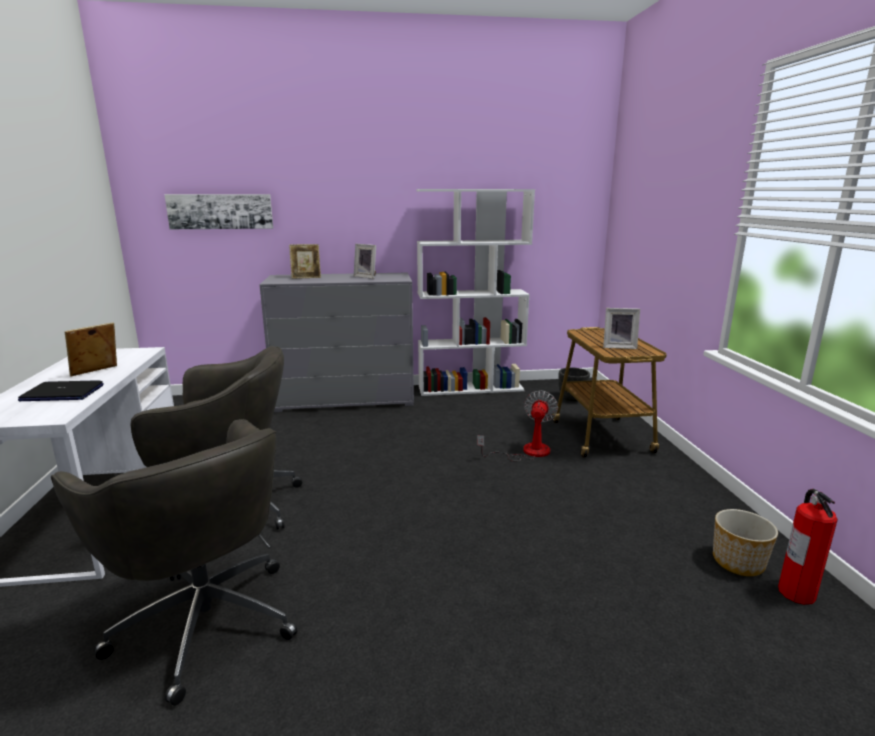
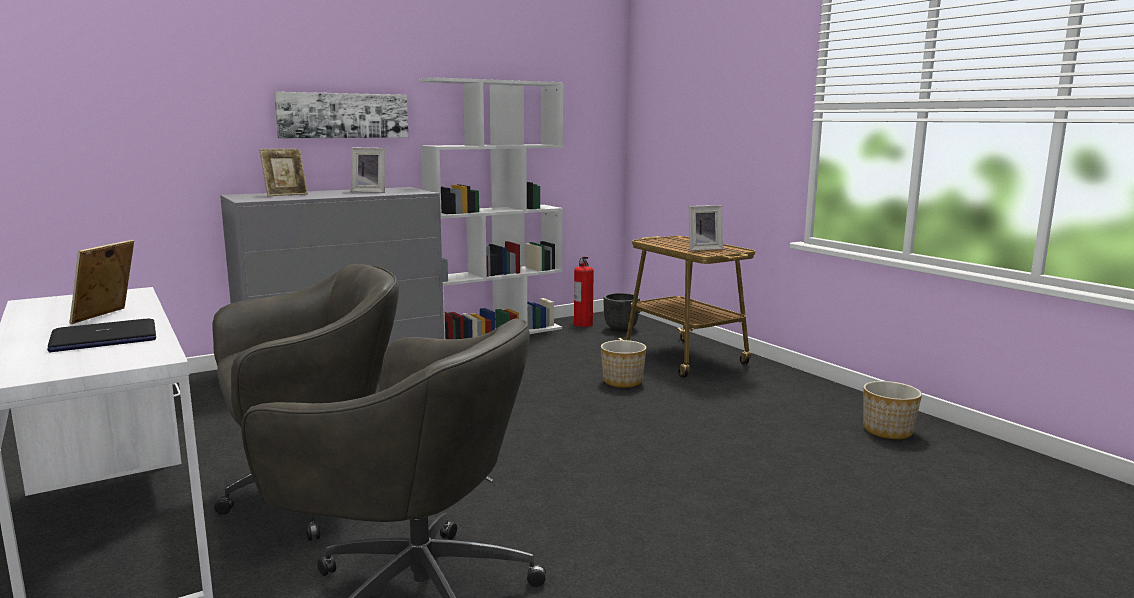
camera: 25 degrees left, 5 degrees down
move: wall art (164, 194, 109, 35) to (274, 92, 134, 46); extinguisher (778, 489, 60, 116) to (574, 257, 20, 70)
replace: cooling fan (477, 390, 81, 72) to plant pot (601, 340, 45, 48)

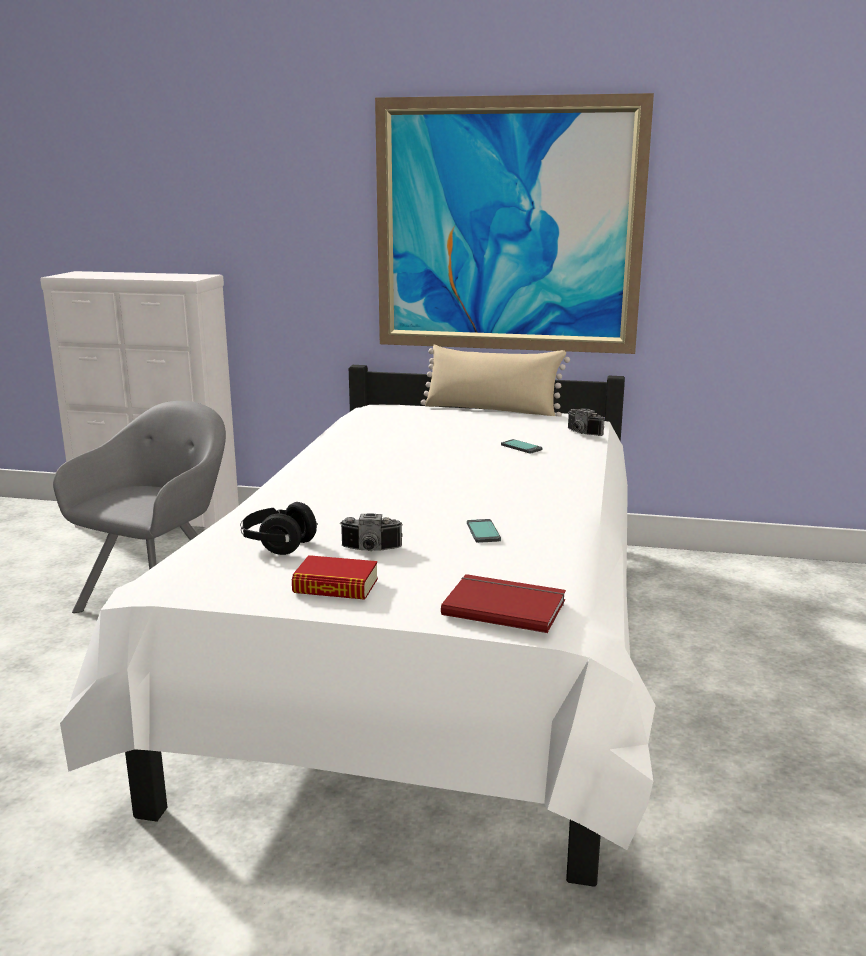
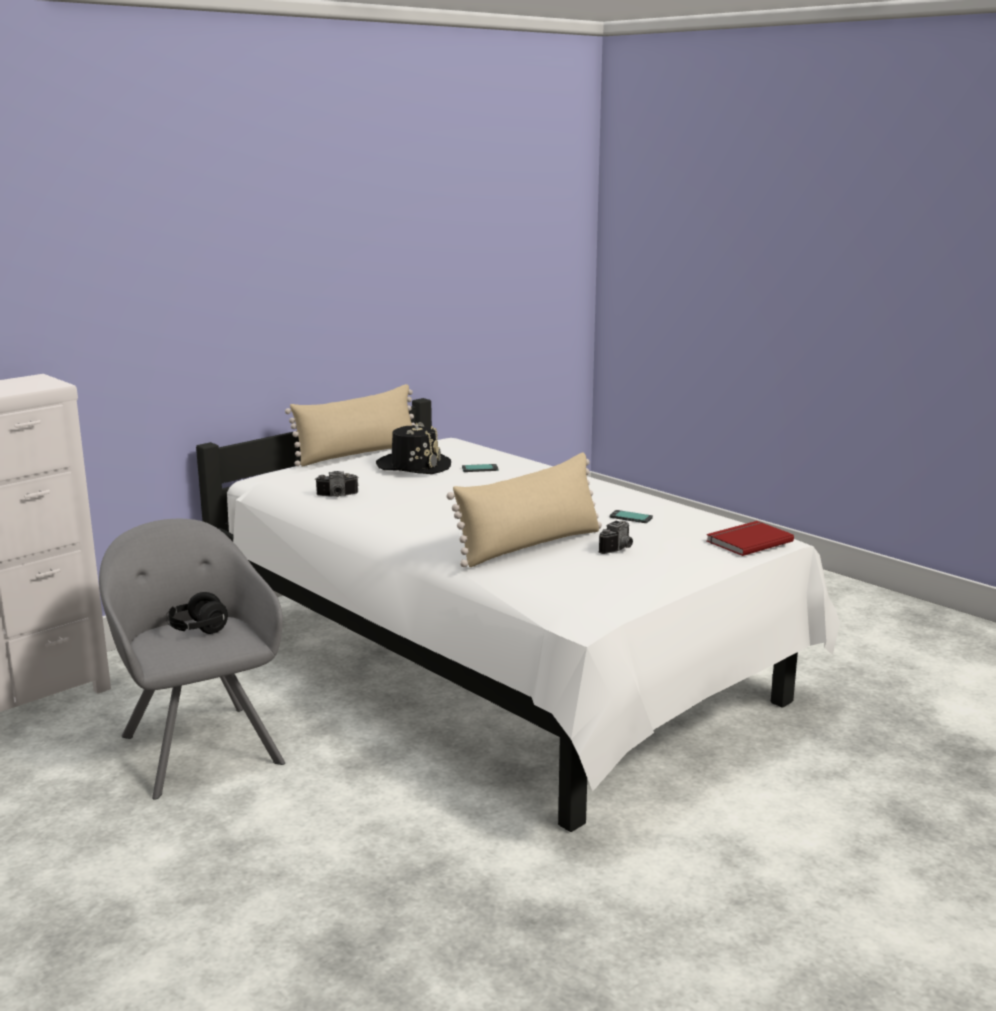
camera: 55 degrees left, 0 degrees up
delete: book (292, 555, 86, 45); wall art (375, 93, 279, 261)
insert: hat (blackish) (376, 422, 75, 52); cushion (sand-coloured) (447, 453, 155, 114)
move: pair of headphones (blackish) (240, 502, 78, 53) to (166, 592, 62, 42); still camera (568, 408, 37, 28) to (315, 471, 43, 26)

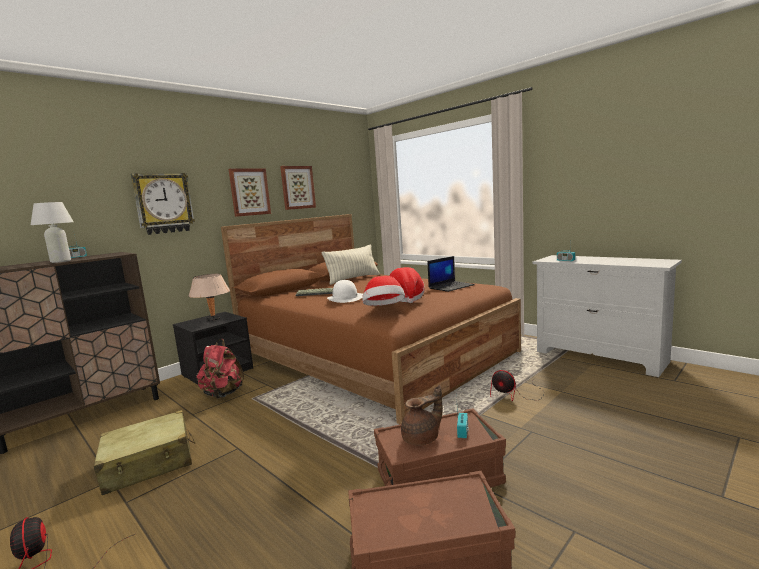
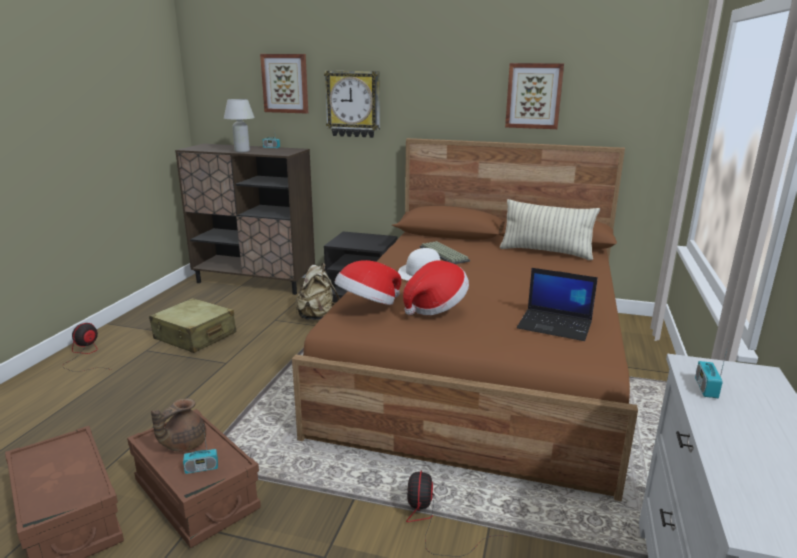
camera: 60 degrees right, 10 degrees up
delete: lamp for a table (sand-coloured) (188, 274, 42, 47)
move: wall art (229, 169, 42, 48) to (260, 54, 48, 60)
recolor: backpack (reddish) (196, 339, 48, 60) to backpack (sand-coloured) (296, 263, 44, 57)
rotate: tea pot (brownish) (401, 385, 42, 60) = (151, 398, 55, 54) 90 degrees clockwise

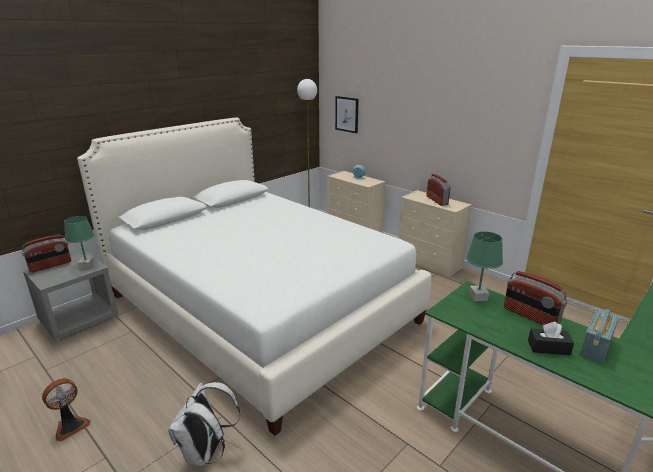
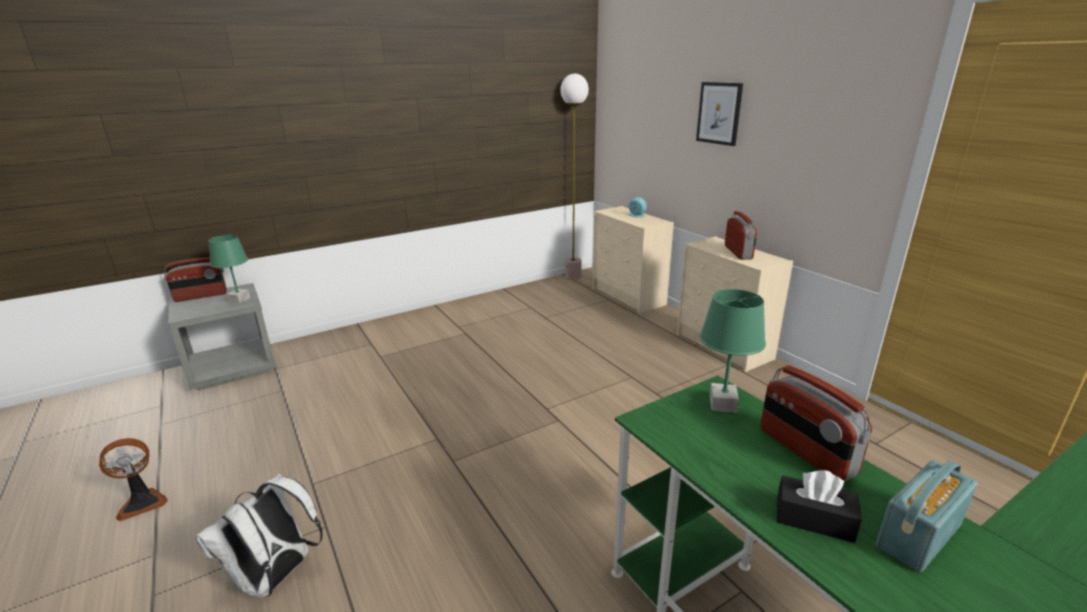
camera: 15 degrees right, 0 degrees up
delete: bed (white-coloured) (77, 118, 355, 318)
move: wall art (335, 96, 24, 37) to (696, 82, 47, 64)

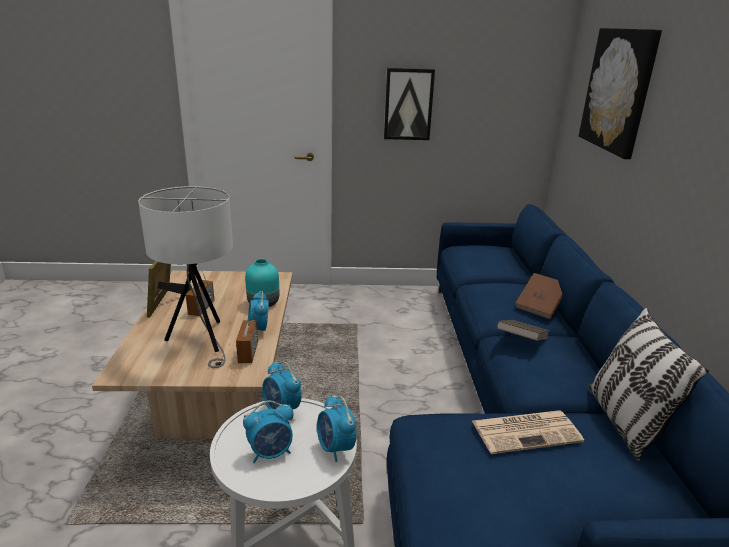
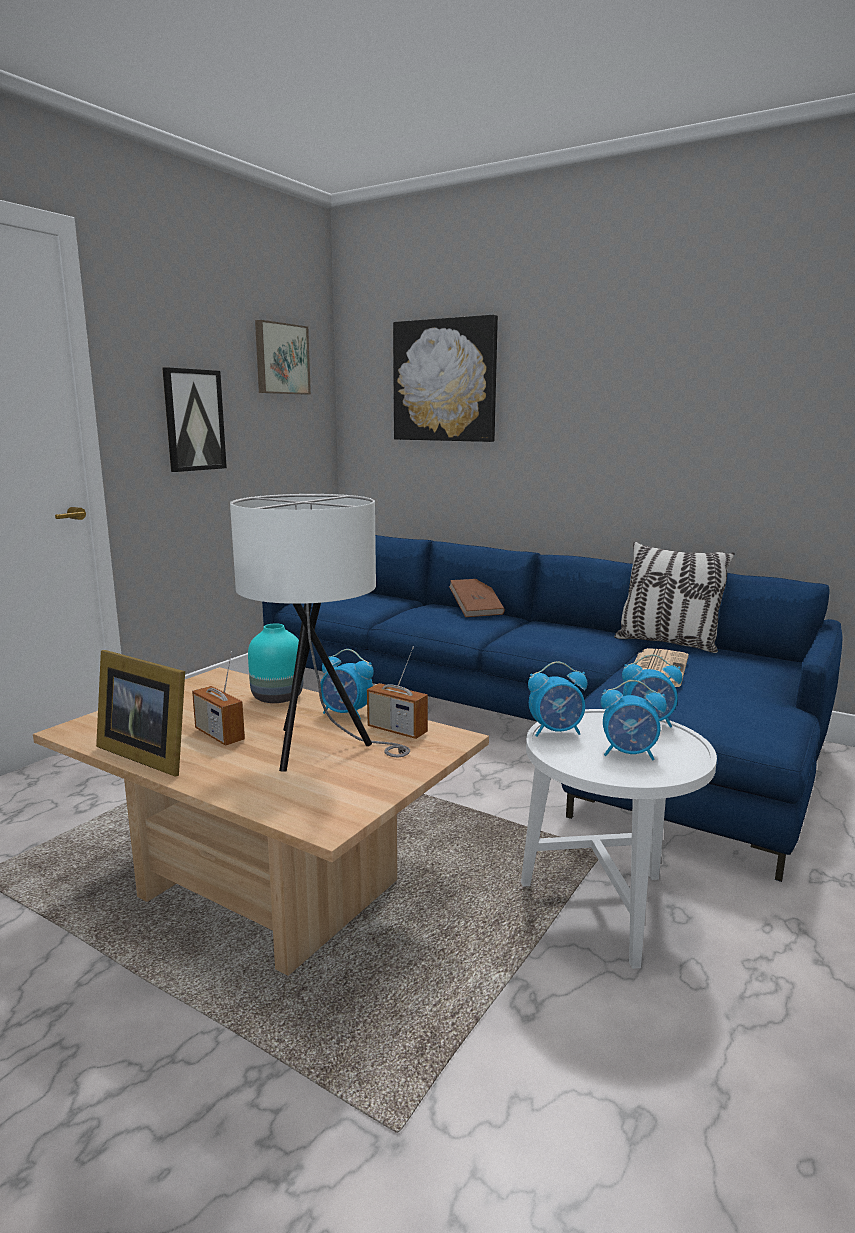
camera: 55 degrees left, 10 degrees down
delete: book (brownish) (497, 320, 52, 21)
insert: wall art (255, 320, 56, 74)
rotate: table clock (243, 401, 51, 62) = (601, 680, 66, 80) 90 degrees clockwise

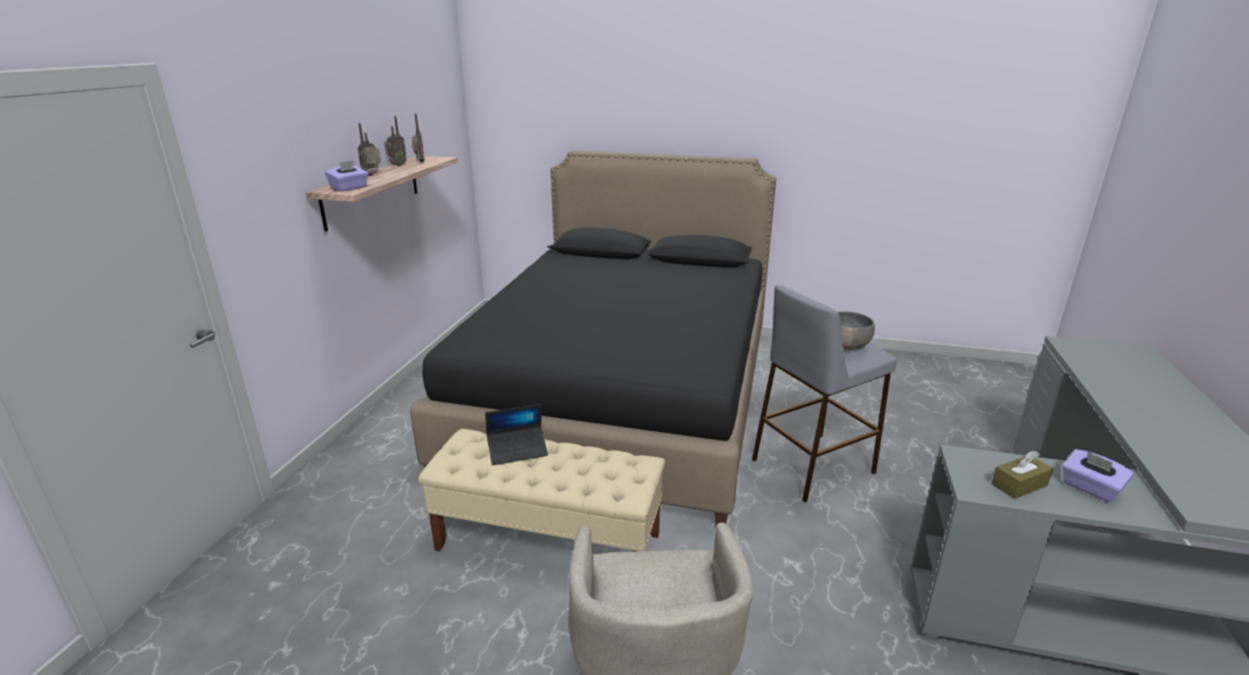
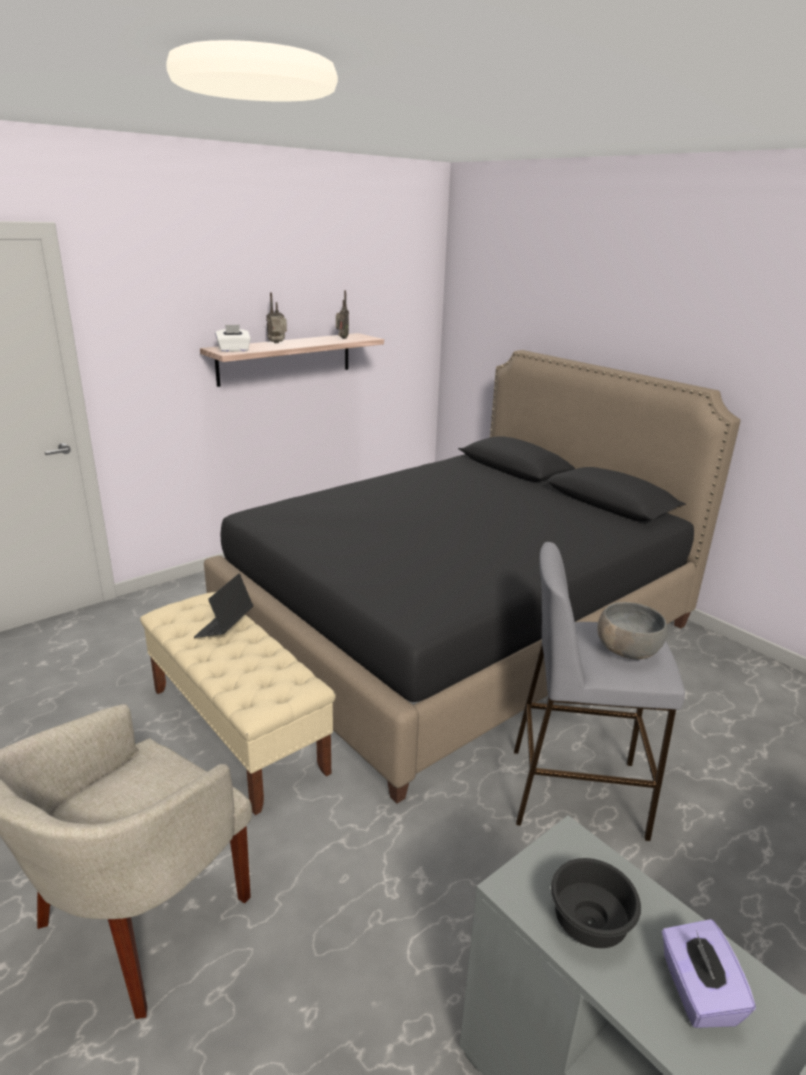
camera: 35 degrees right, 0 degrees up
delete: radio receiver (384, 116, 23, 50)
replace: tissue holder (brownish) (991, 451, 62, 48) to bowl (blackish) (551, 858, 90, 90)
recolor: tissue holder (purple-coloured) (325, 160, 43, 32) to tissue holder (white-coloured) (215, 325, 36, 27)
rotate: notebook computer (485, 404, 63, 61) = (194, 574, 59, 64) 90 degrees clockwise

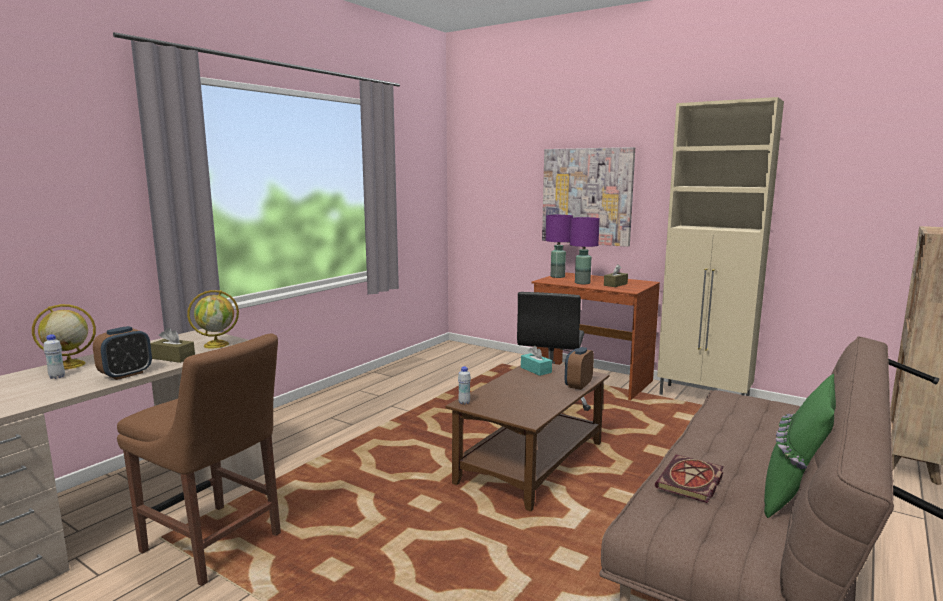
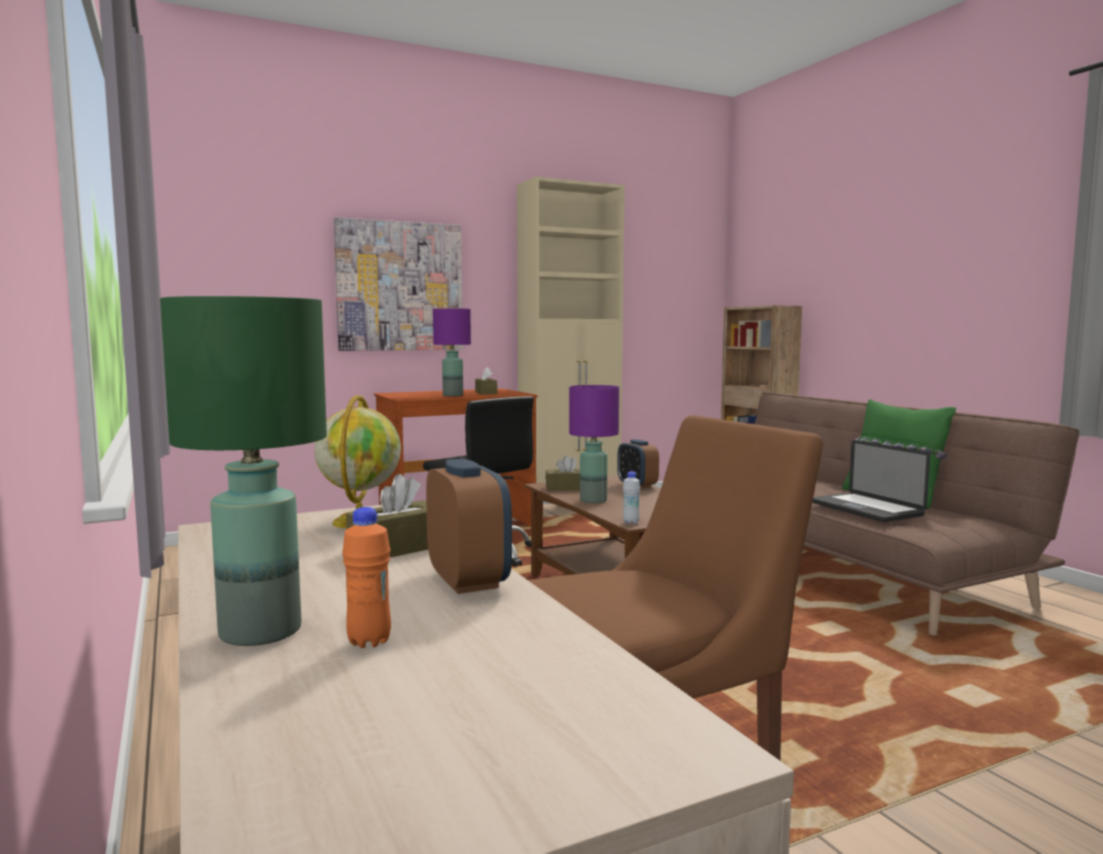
camera: 60 degrees left, 5 degrees down
move: lamp for a table (purple-coloured) (546, 215, 27, 63) to (569, 385, 50, 118)
replace: globe (32, 304, 64, 65) to lamp for a table (green-coloured) (160, 296, 167, 350); book (655, 454, 69, 49) to notebook computer (812, 440, 118, 82)
recolor: bottle (white-coloured) (44, 334, 21, 45) to bottle (orange-coloured) (342, 507, 49, 141); tissue holder (blue-green) (521, 346, 31, 30) to tissue holder (brownish) (546, 455, 34, 36)

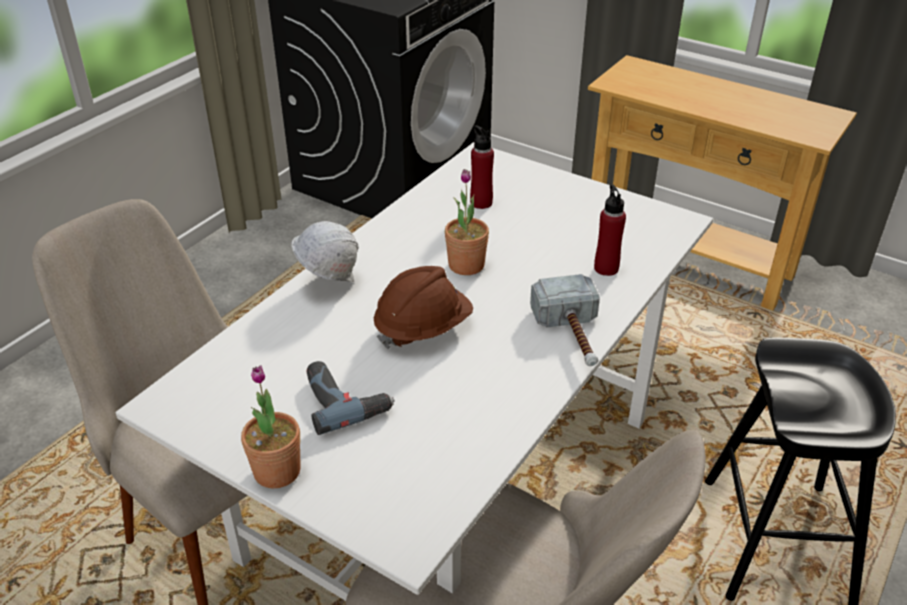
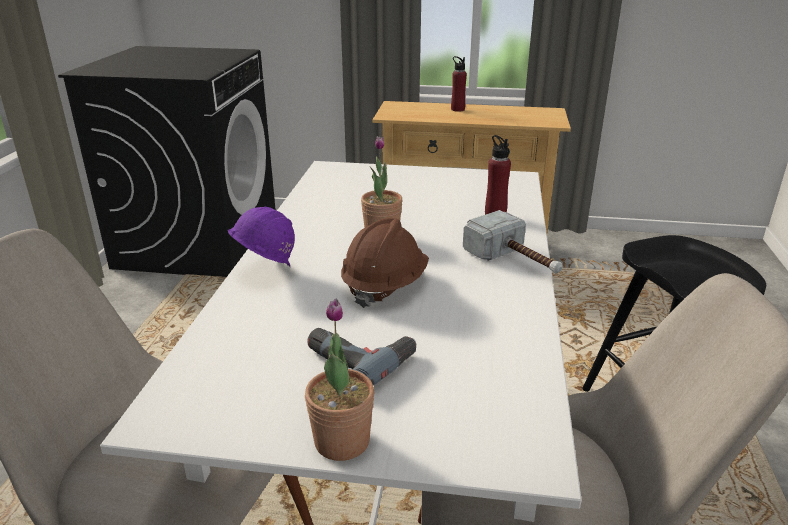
camera: 25 degrees left, 10 degrees down
move: bottle (reddish) (470, 125, 24, 84) to (451, 56, 16, 56)
recolor: hard hat (white-coloured) (291, 221, 68, 61) to hard hat (purple-coloured) (228, 207, 67, 59)

